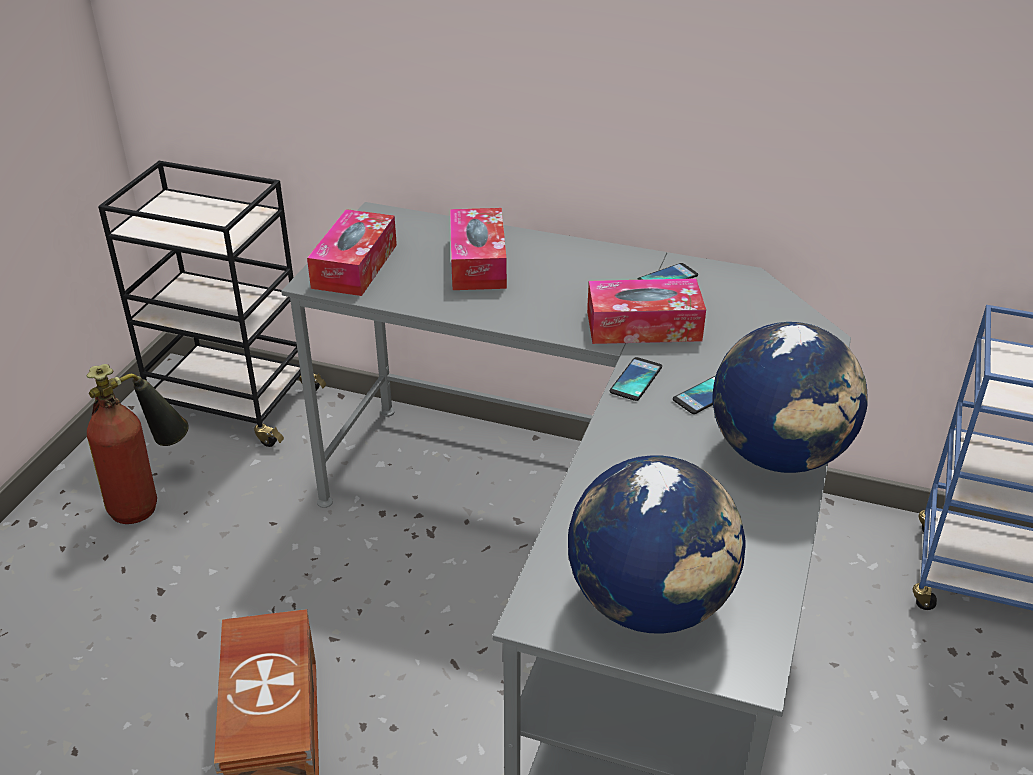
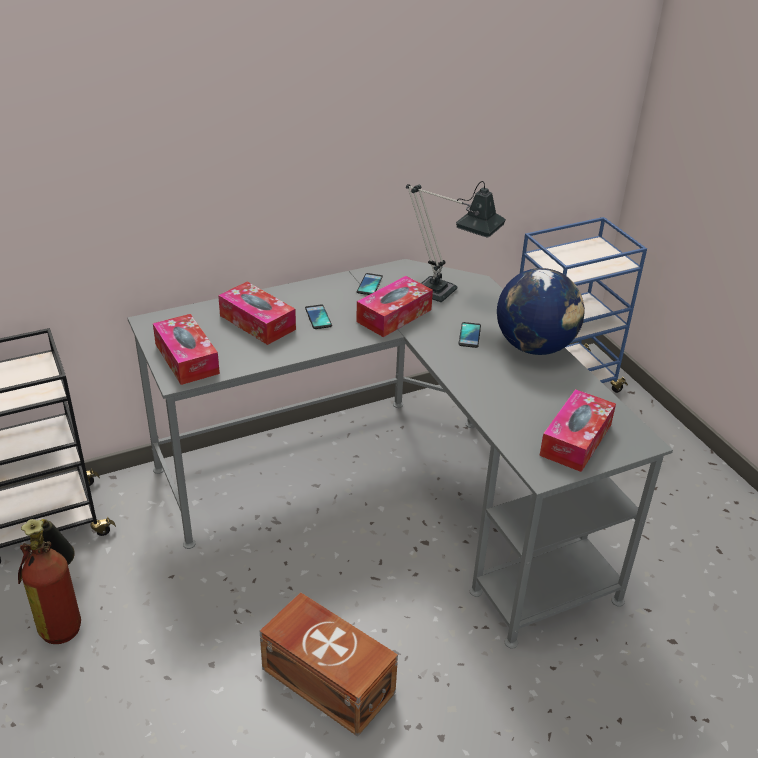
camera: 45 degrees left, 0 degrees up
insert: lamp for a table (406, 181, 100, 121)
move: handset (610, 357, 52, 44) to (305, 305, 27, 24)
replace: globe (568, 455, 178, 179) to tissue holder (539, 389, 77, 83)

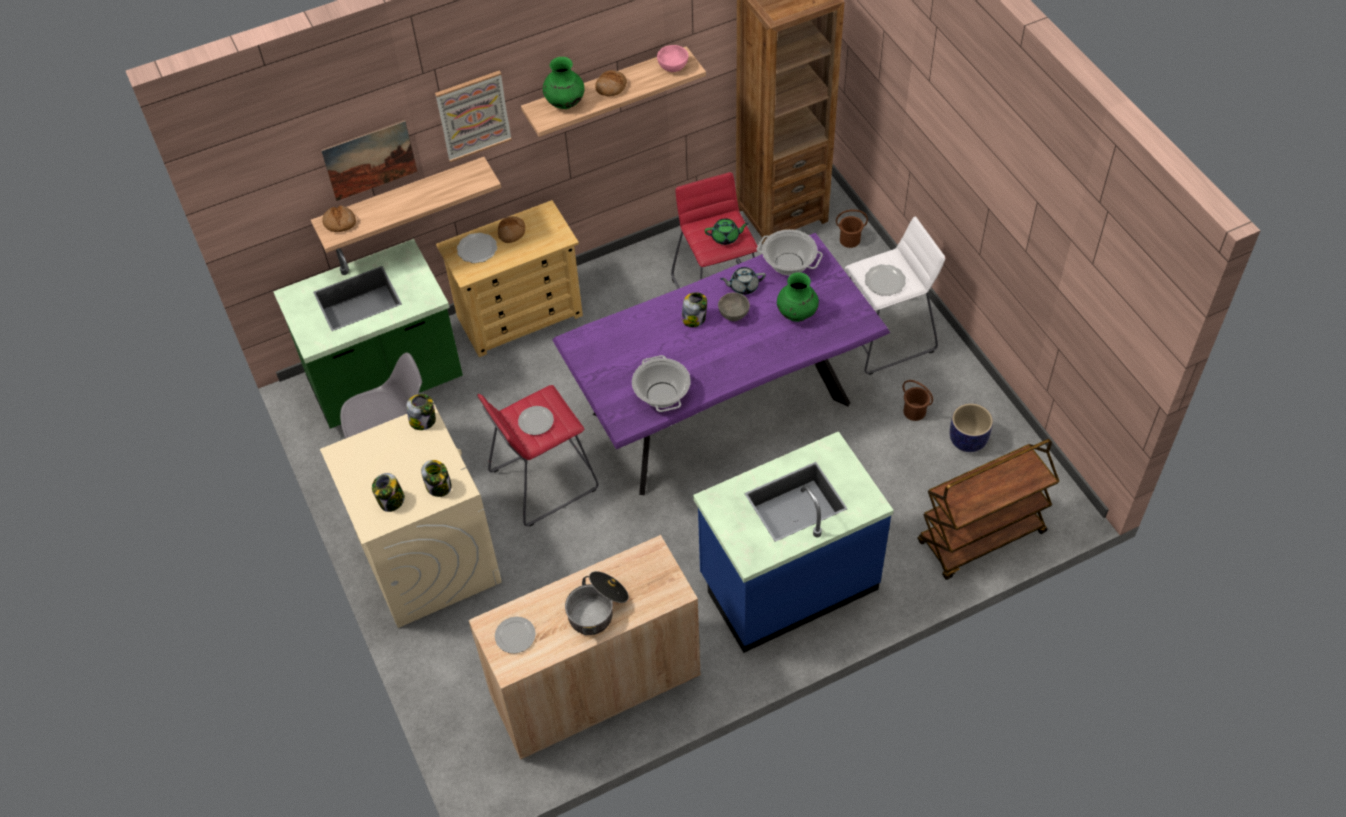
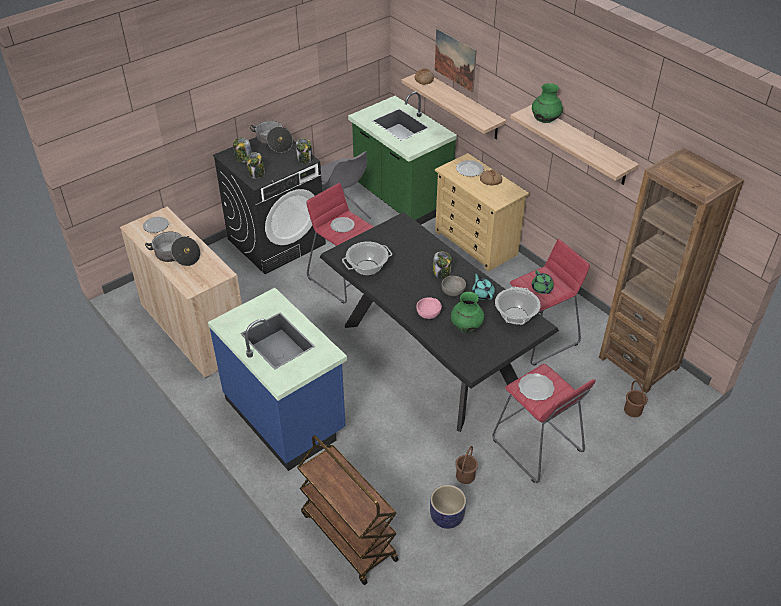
camera: 75 degrees right, 10 degrees down
delete: wall art (435, 70, 77, 92); baked bread (595, 70, 32, 27)
insert: cooking pot (250, 121, 43, 32)
move: bowl (pink) (657, 45, 32, 27) to (417, 298, 25, 21)
recolor: laundry machine (sand-coloured) (320, 404, 182, 224) to laundry machine (blackish) (213, 137, 113, 137); dinner table (purple-coloured) (552, 233, 338, 262) to dinner table (blackish) (320, 212, 239, 220); tea pot (greyish) (720, 267, 46, 28) to tea pot (blue-green) (472, 272, 23, 28); sitting stool (white-coloured) (845, 217, 100, 158) to sitting stool (reddish) (492, 364, 103, 119)

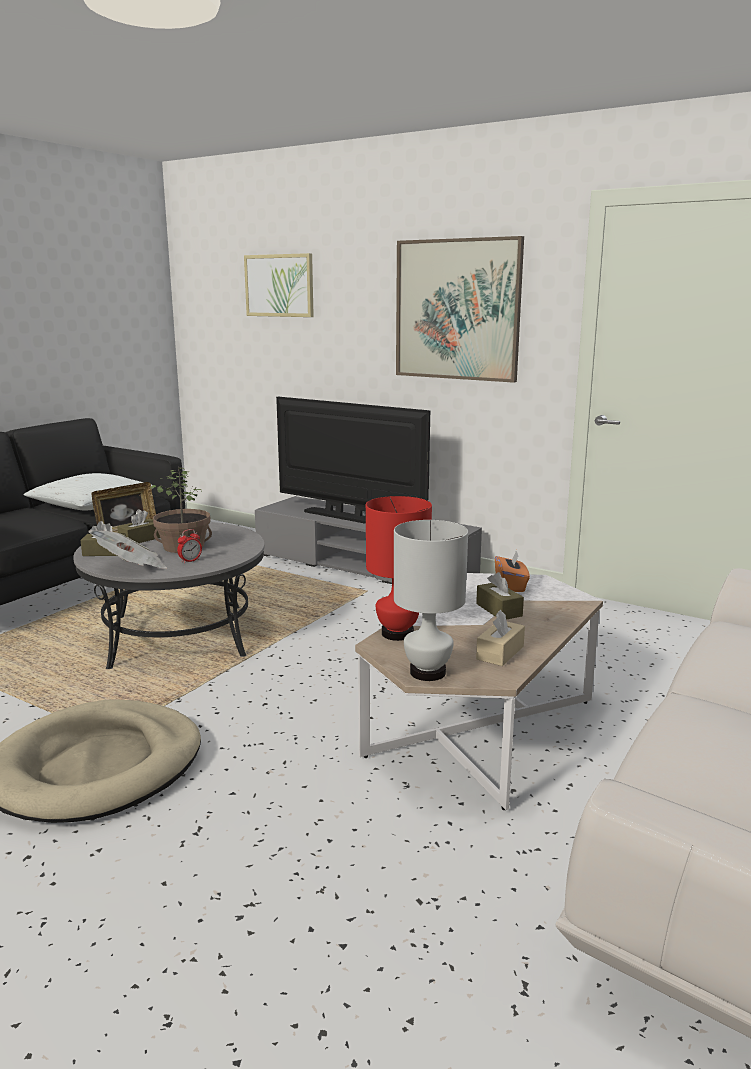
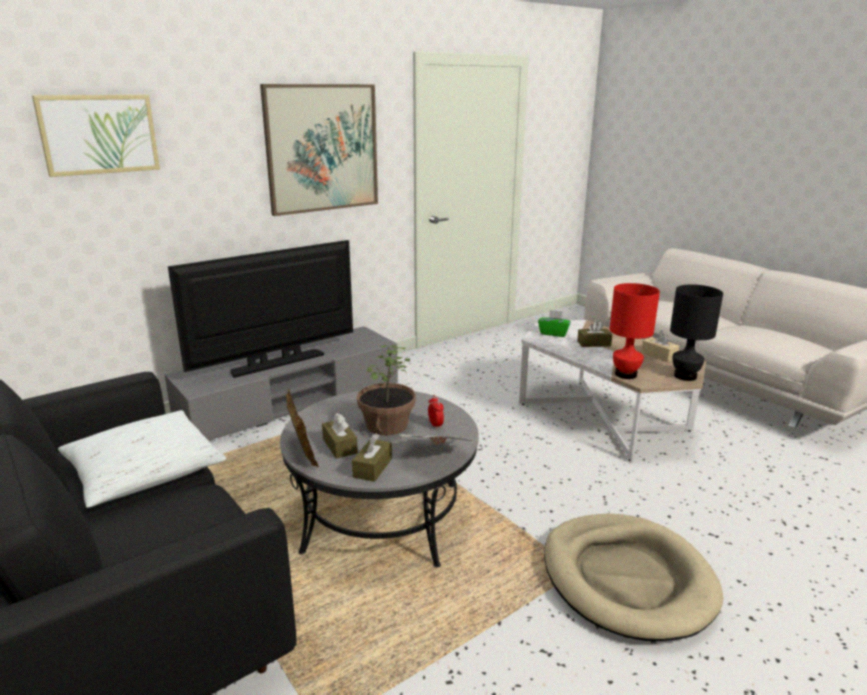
camera: 70 degrees left, 5 degrees up
recolor: tissue holder (orange-coloured) (495, 550, 35, 42) to tissue holder (green-coloured) (538, 310, 33, 27); lamp for a table (white-coloured) (394, 520, 74, 161) to lamp for a table (blackish) (670, 285, 53, 96)

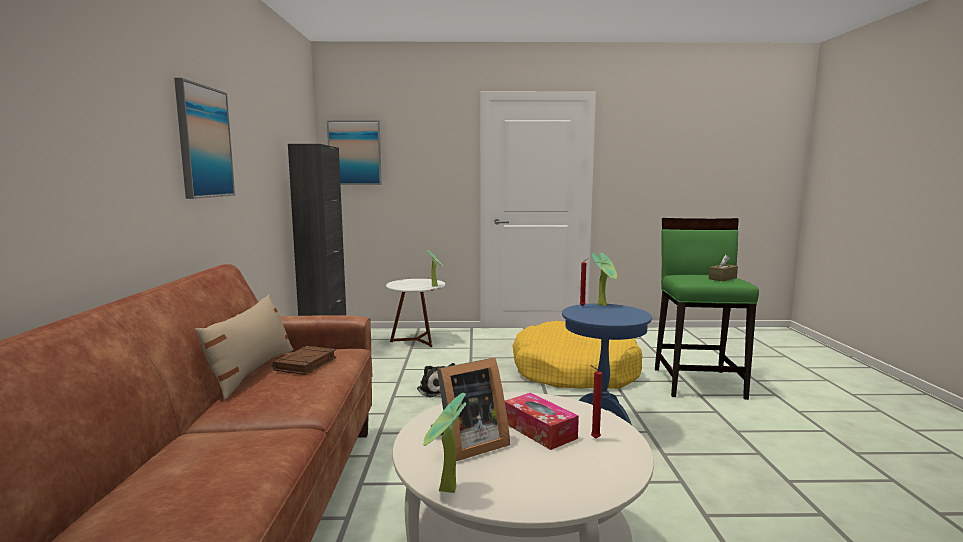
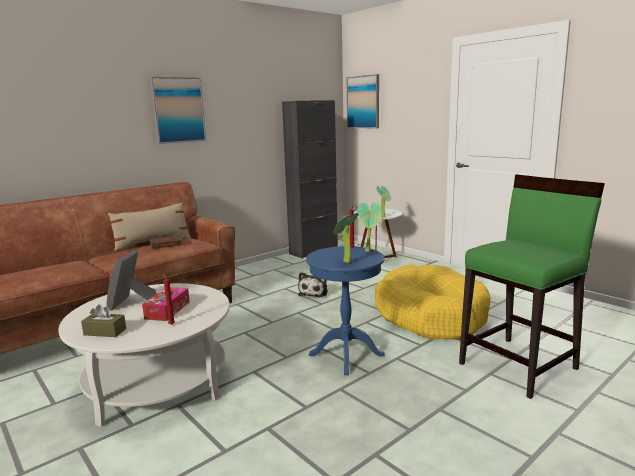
camera: 50 degrees right, 5 degrees up
move: tissue holder (brownish) (709, 255, 29, 26) to (81, 304, 45, 33); houseplant (423, 393, 43, 100) to (333, 213, 26, 50)
rotate: photo frame (431, 358, 79, 103) = (106, 250, 50, 61) 75 degrees clockwise

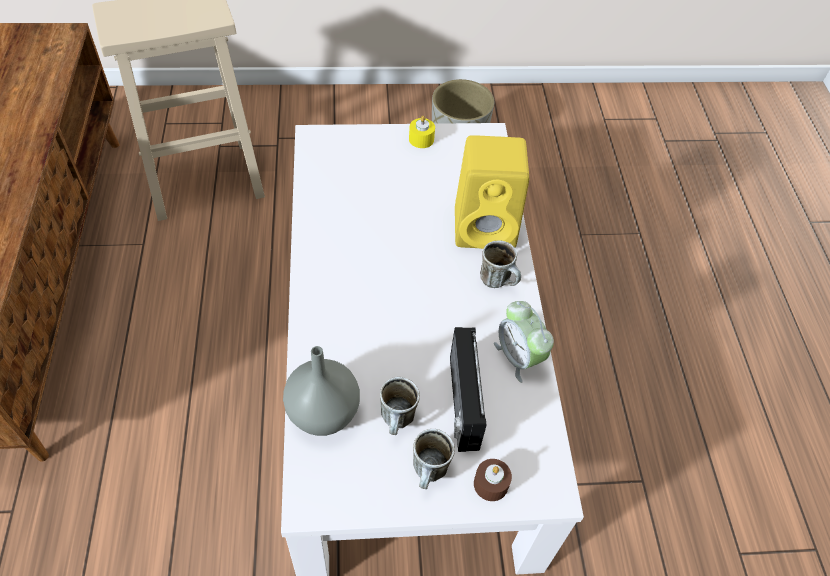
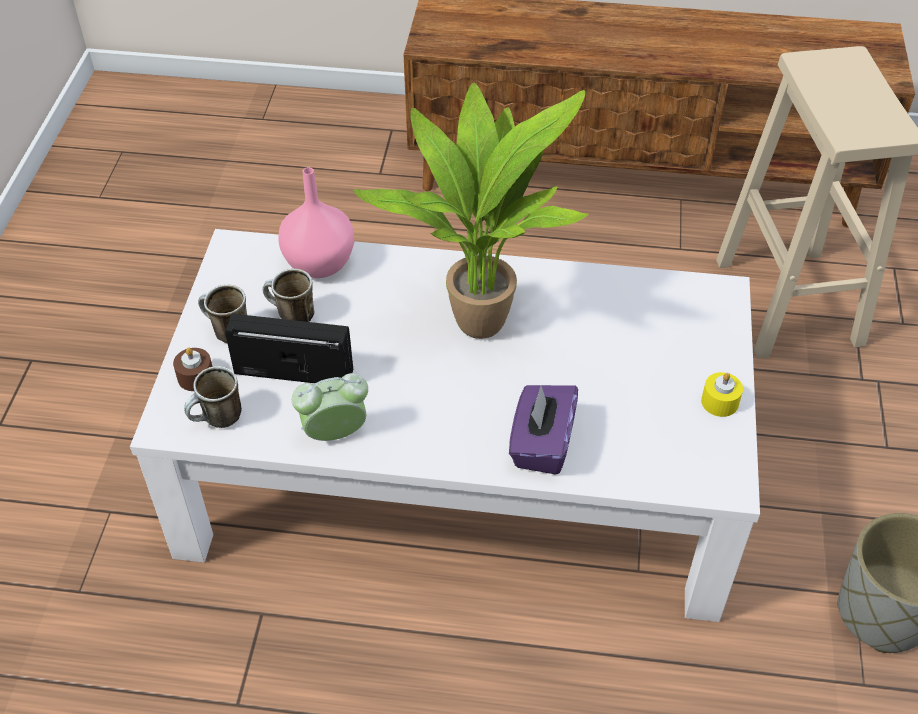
camera: 105 degrees right, 5 degrees down
insert: houseplant (353, 83, 236, 256)
move: mug (480, 240, 41, 48) to (184, 366, 58, 62)
replace: audio speaker (yellowish) (455, 135, 74, 114) to tissue holder (purple-coloured) (509, 385, 69, 90)
recolor: flower vase (greyish) (283, 346, 77, 90) to flower vase (pink) (279, 167, 75, 111)

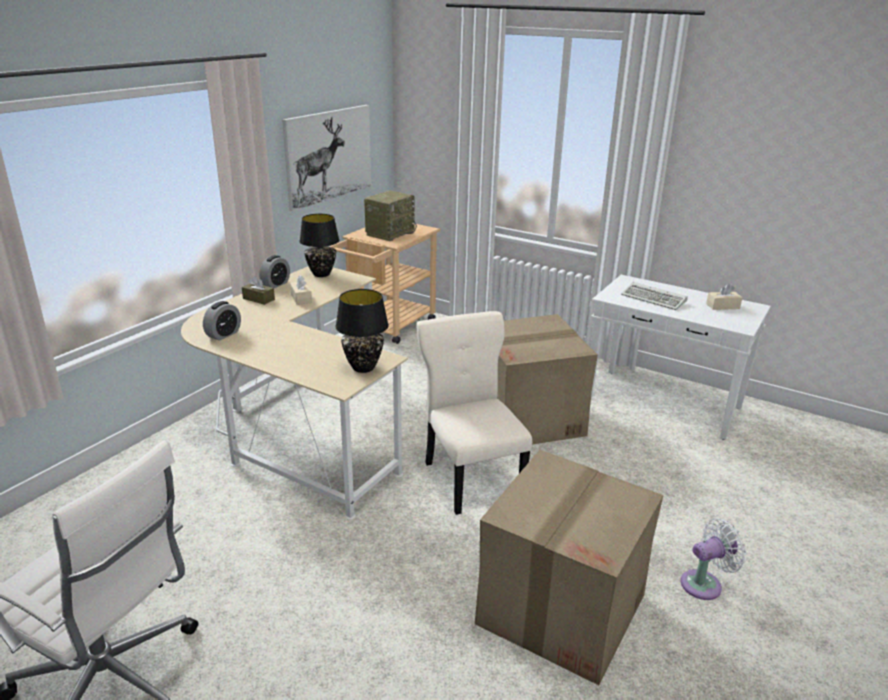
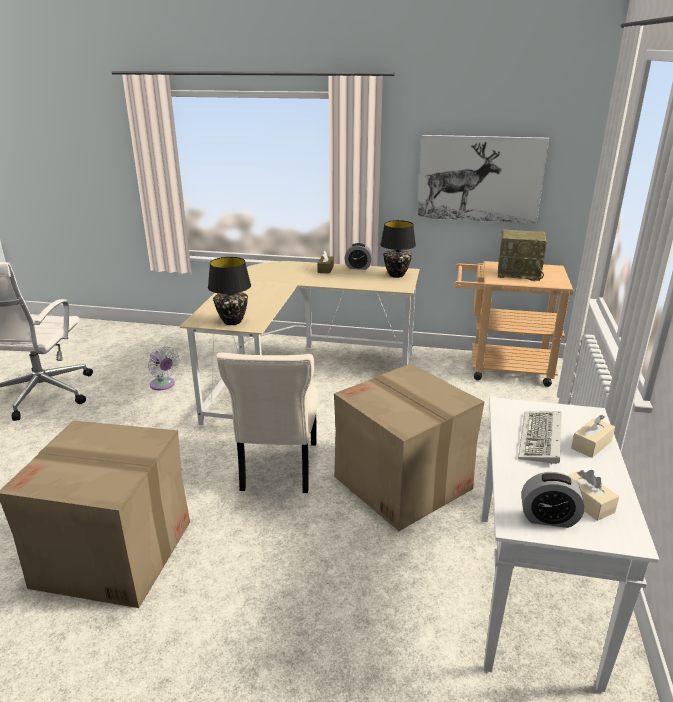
camera: 70 degrees right, 0 degrees up
move: cooling fan (white-coloured) (681, 518, 66, 82) to (148, 346, 32, 44); table clock (203, 301, 38, 40) to (522, 472, 63, 56); tissue holder (sand-coloured) (290, 276, 22, 29) to (571, 415, 44, 43)
rotate: upright chair (sand-coloured) (417, 311, 115, 204) = (216, 353, 102, 140) 135 degrees clockwise

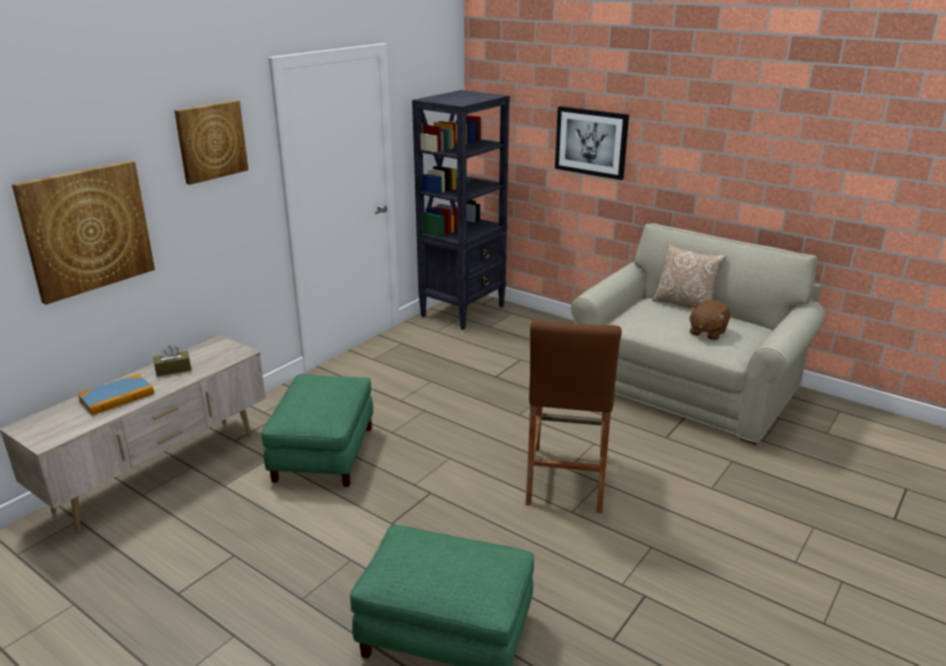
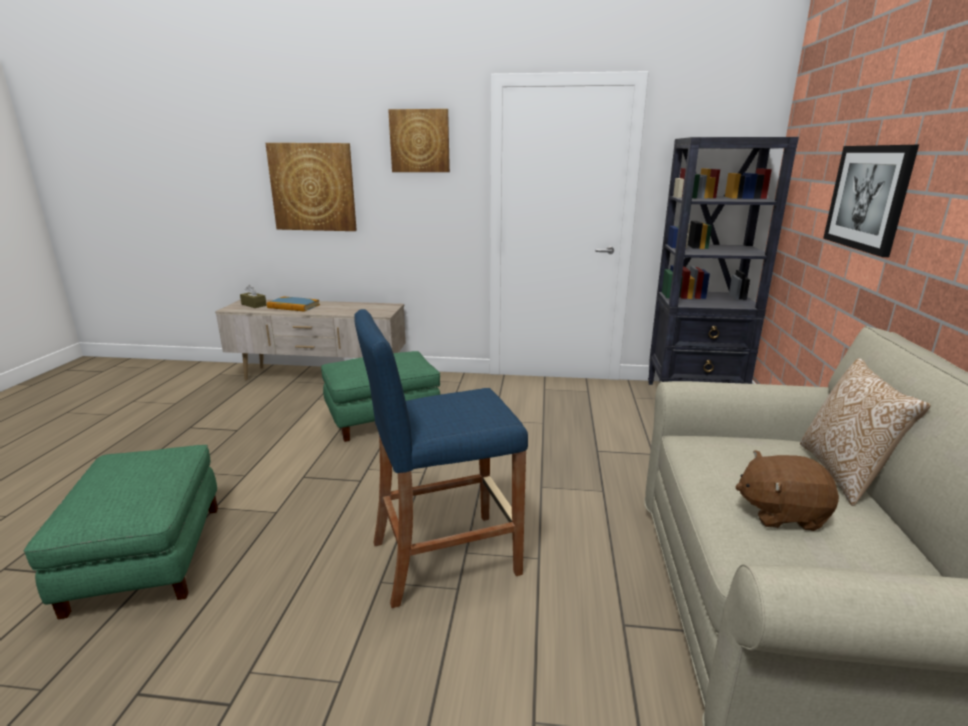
camera: 60 degrees right, 5 degrees down
move: tissue holder (brownish) (153, 345, 38, 32) to (240, 285, 27, 23)
recolor: sitting stool (brownish) (526, 319, 96, 194) to sitting stool (bluish) (354, 309, 174, 299)

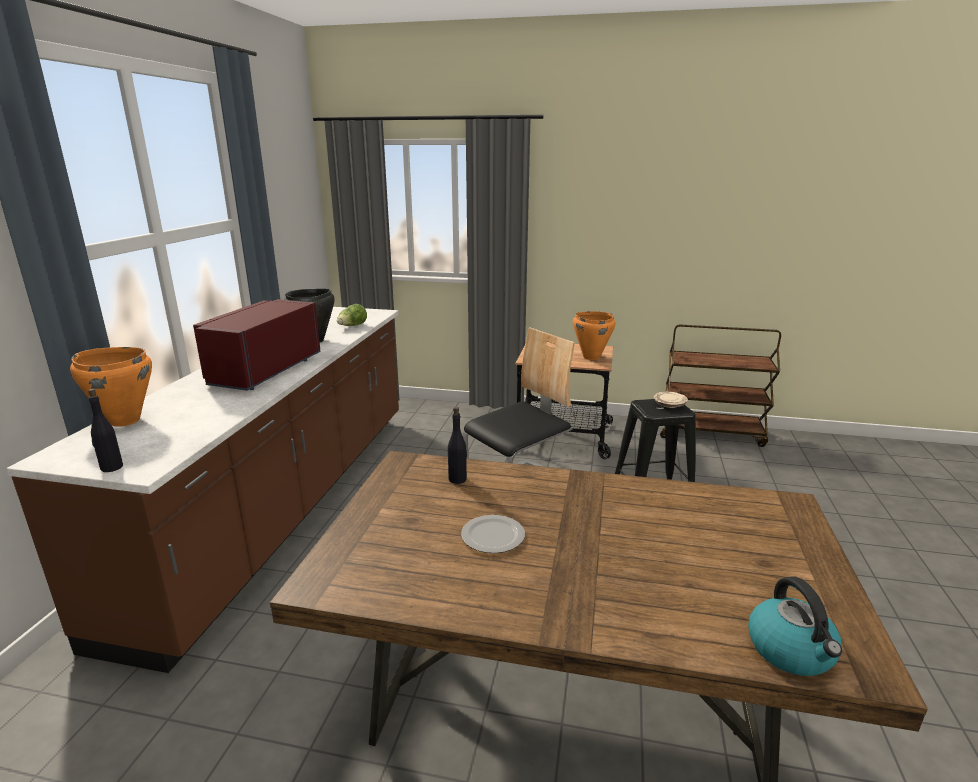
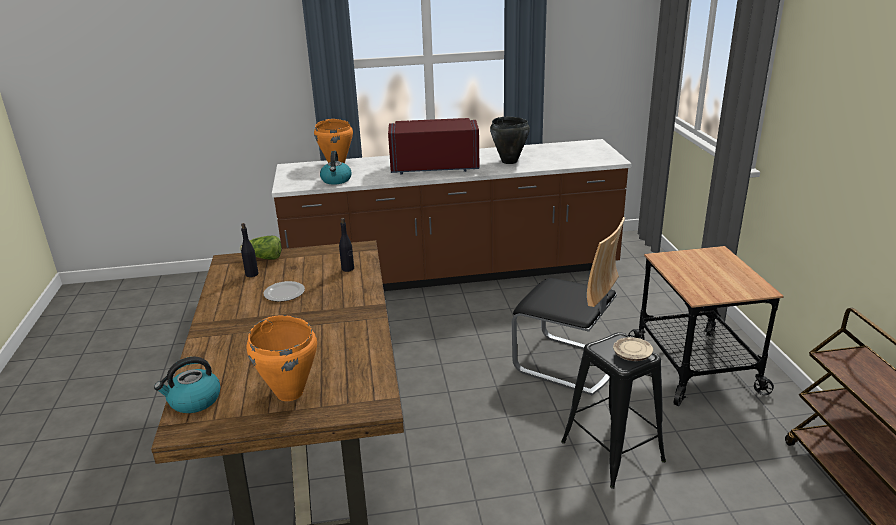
camera: 70 degrees right, 5 degrees up
insert: kettle (320, 151, 32, 34)
move: lettuce (337, 304, 30, 22) to (240, 236, 42, 24); bottle (blackish) (88, 389, 35, 83) to (241, 223, 17, 54); cooking pot (orange-coloured) (573, 311, 43, 49) to (246, 315, 71, 86)

